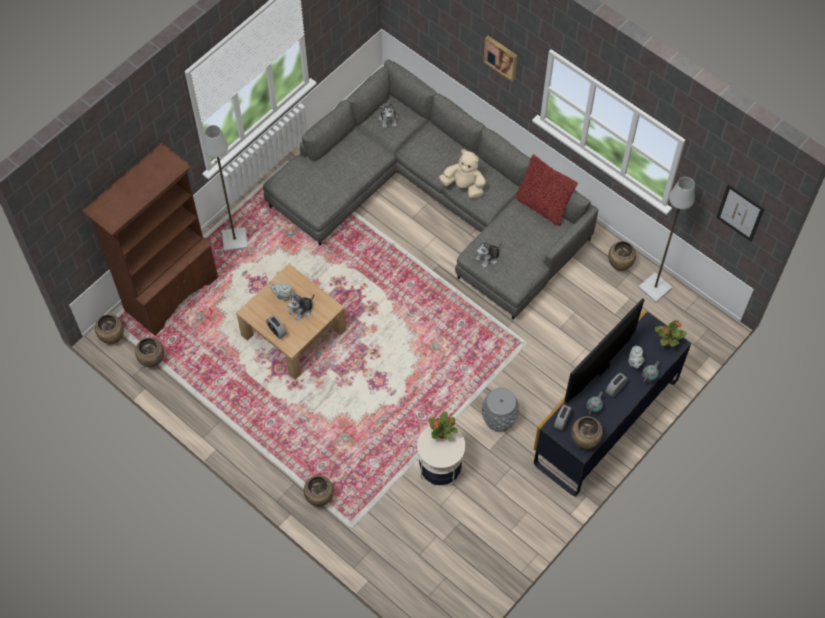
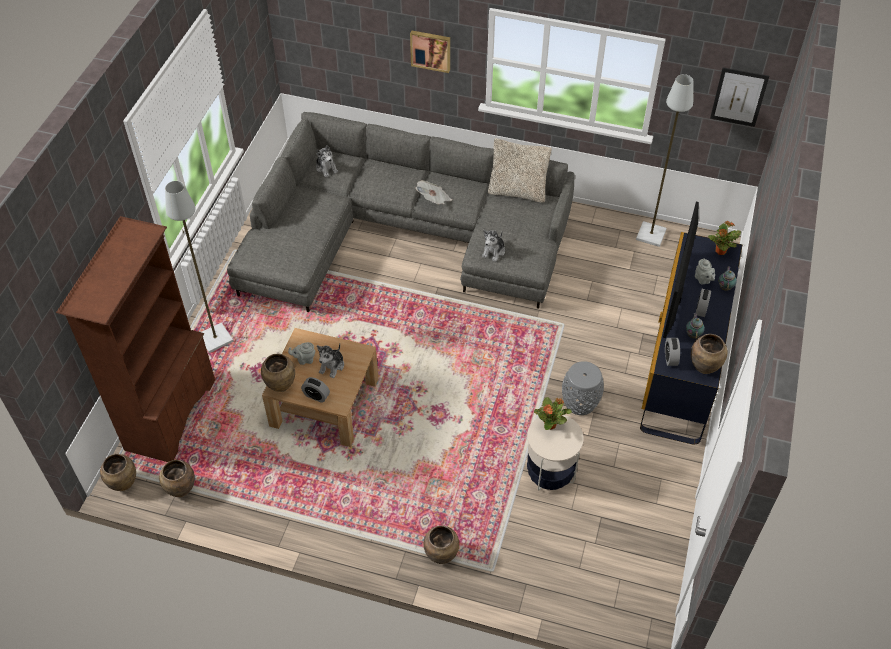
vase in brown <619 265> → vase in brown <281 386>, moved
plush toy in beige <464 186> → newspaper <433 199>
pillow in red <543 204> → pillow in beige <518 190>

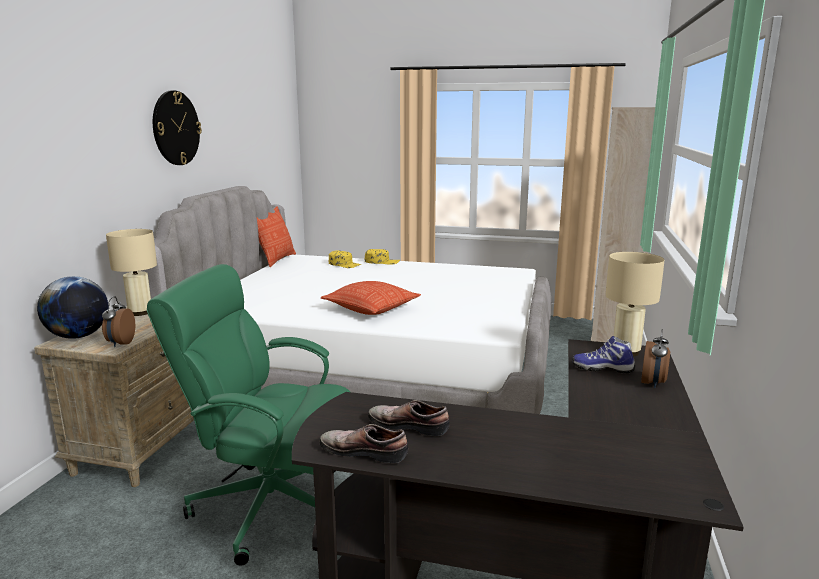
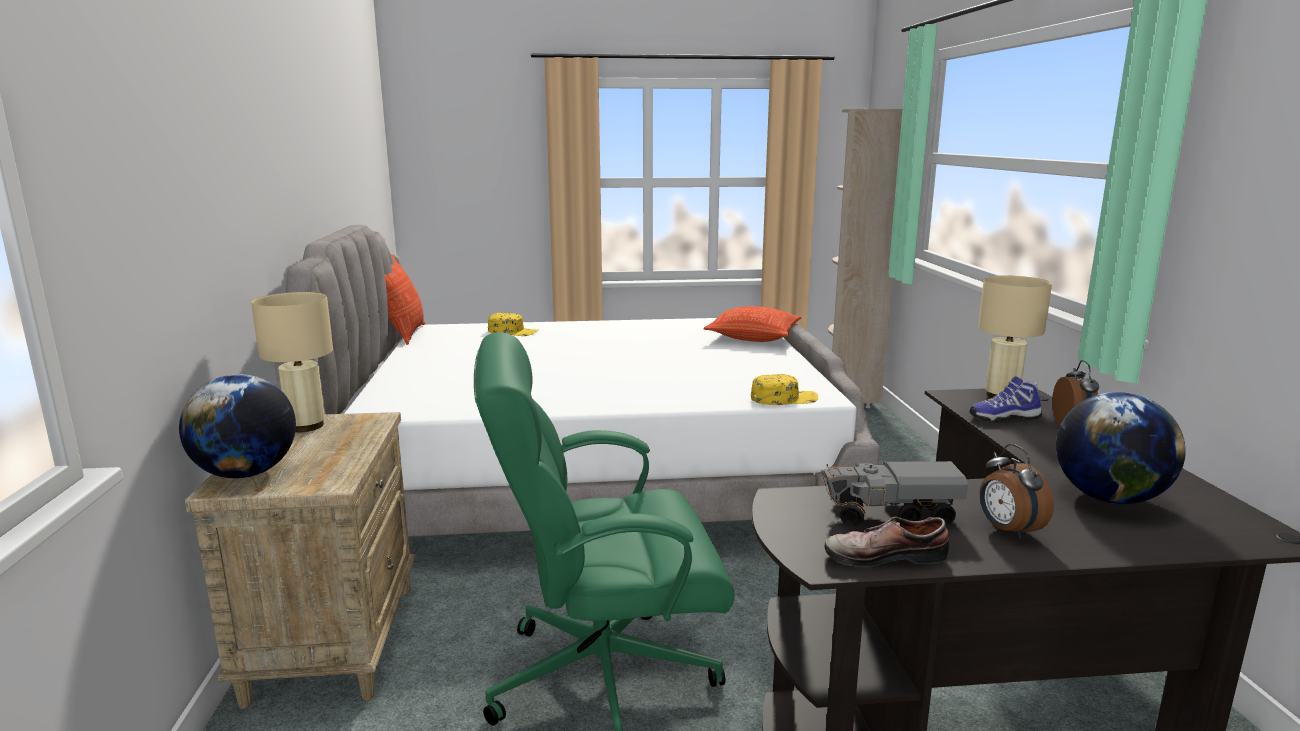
pillow in orange <371 309> → pillow in orange <754 337>, moved
cap in yellow <382 261> → cap in yellow <783 398>, moved
shoe <409 424> → toy truck <890 514>
alarm clock <120 343> → alarm clock <1007 530>, moved
- → globe <1108 498>
wall clock <176 128> → -

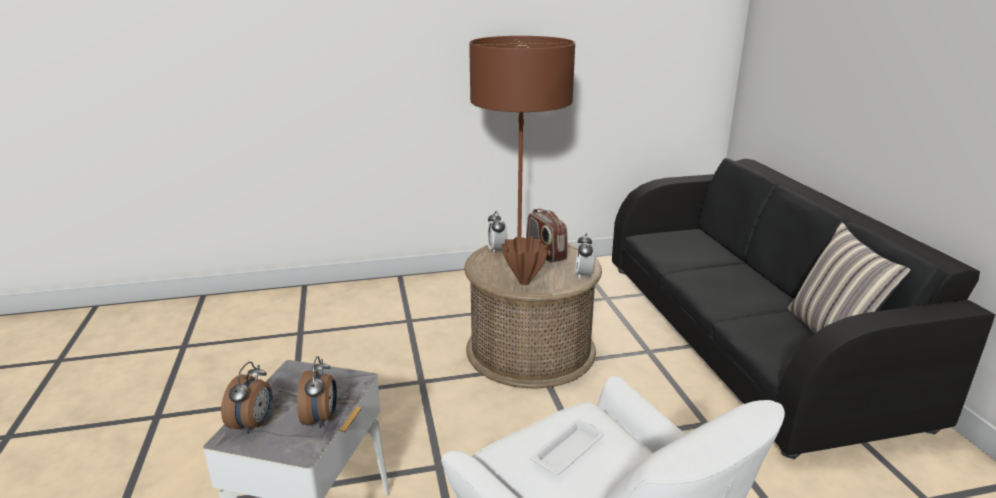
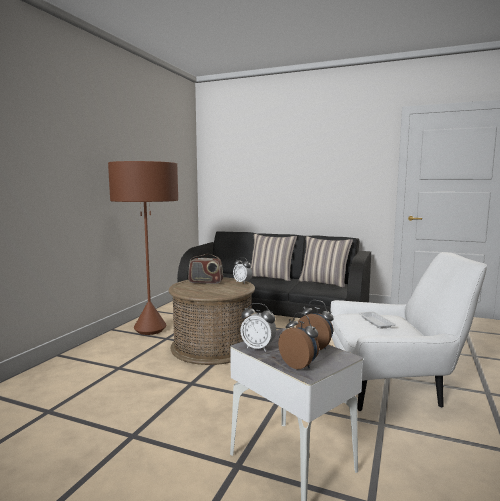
alarm clock <497 250> → alarm clock <258 348>, moved
- → pillow <271 277>
vase in brown <523 282> → -

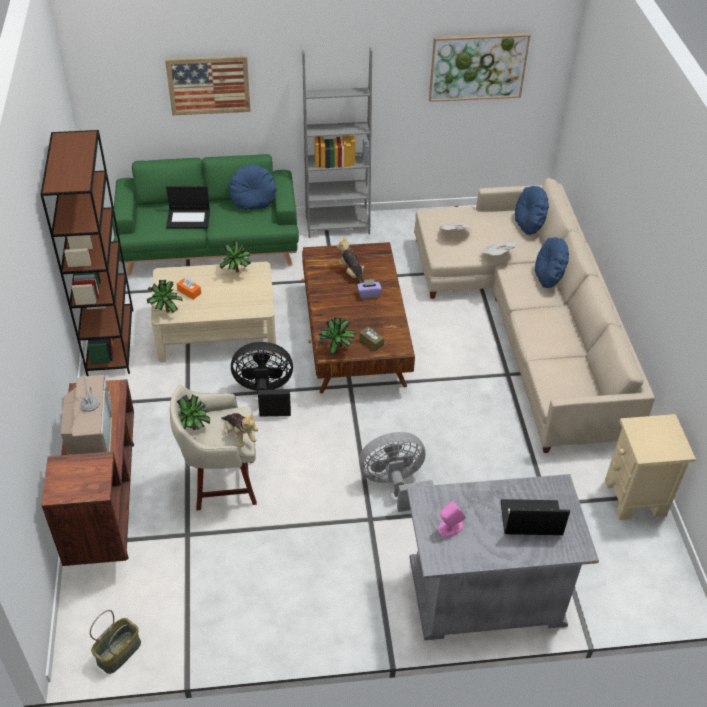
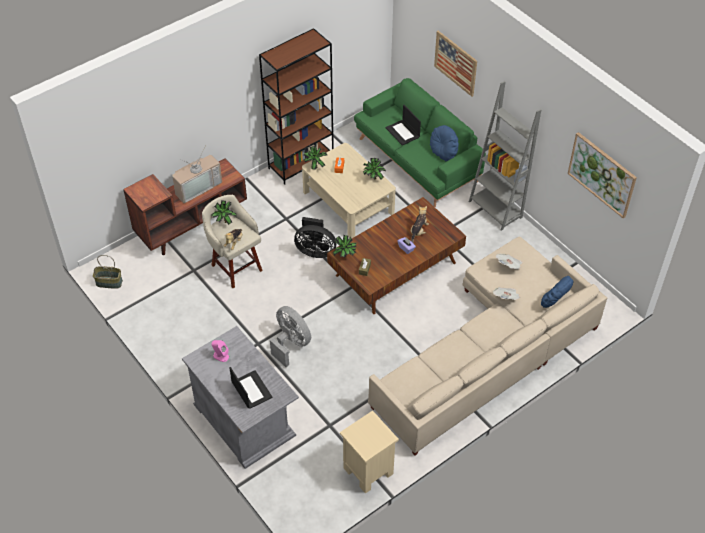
fan in black <265 393> → fan in black <315 250>, 135 degrees clockwise
pillow in blue <548 279> → -

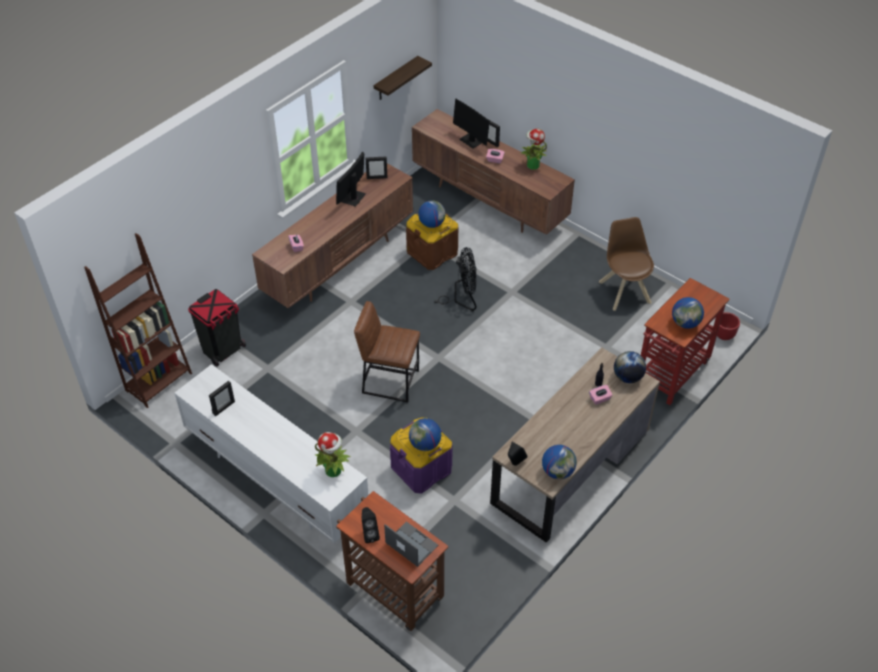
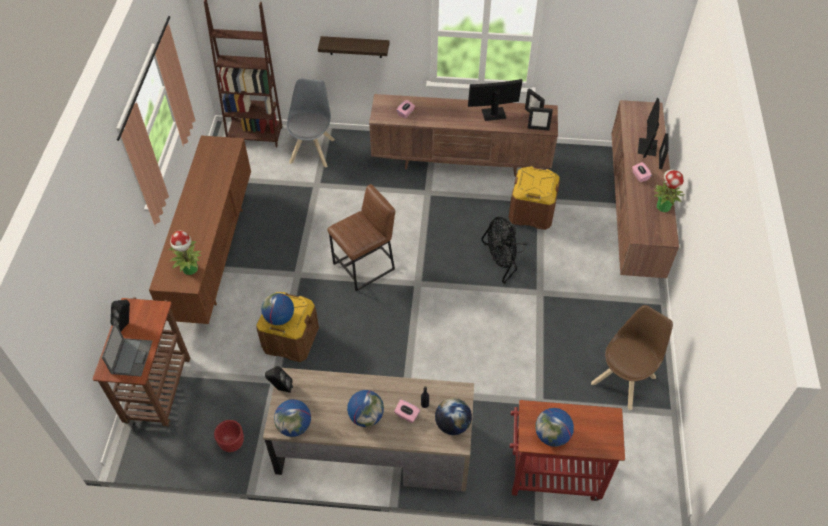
cabinet in white <275 481> → cabinet in brown <213 254>
planter in red <723 335> → planter in red <232 443>, moved
storage box in purple <421 469> → storage box in brown <290 339>
trash can in black <223 350> → chair in grey <312 150>
shelf <396 79> → shelf <355 47>, moved
chair in brown <389 381> → chair in brown <364 266>, 75 degrees clockwise
globe <431 224> → globe <366 416>, moved
fan in black <462 294> → fan in black <503 259>, 105 degrees clockwise
picture frame <223 407> → picture frame <538 128>, moved

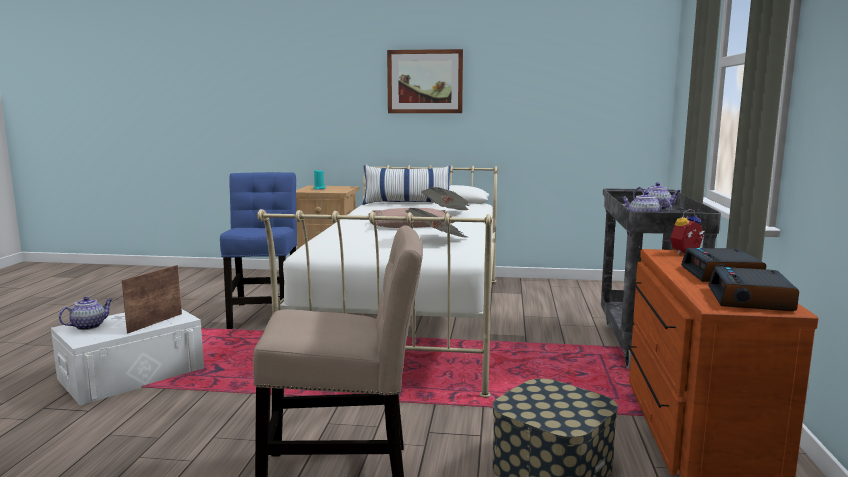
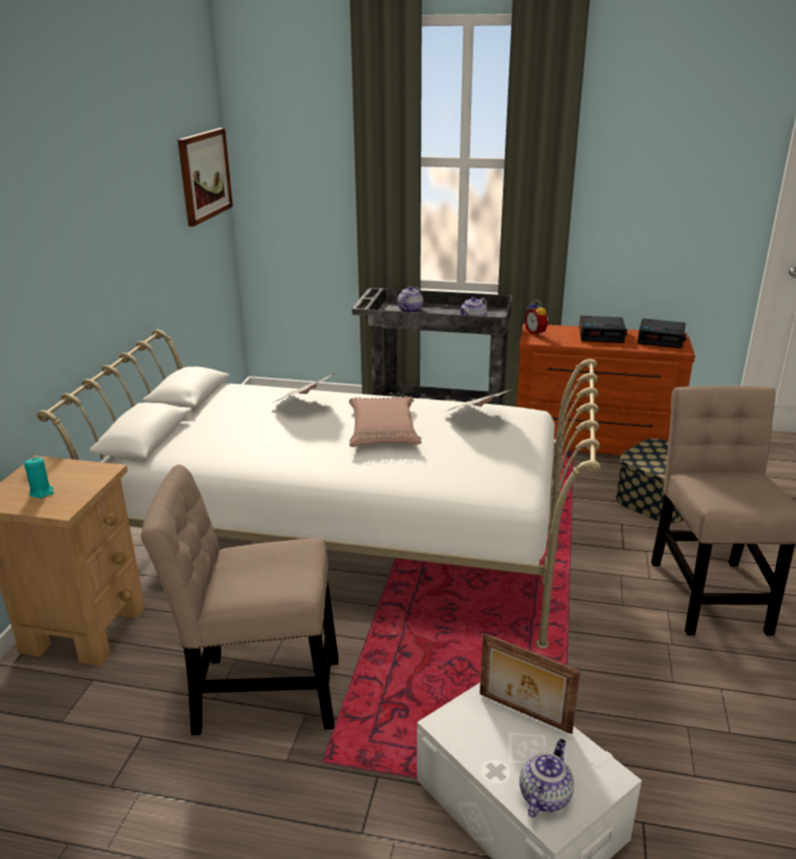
chair in blue <264 313> → chair in beige <259 693>
picture <425 81> → picture <204 175>, moved
teapot <89 326> → teapot <544 795>, 75 degrees clockwise
pillow <407 203> → -

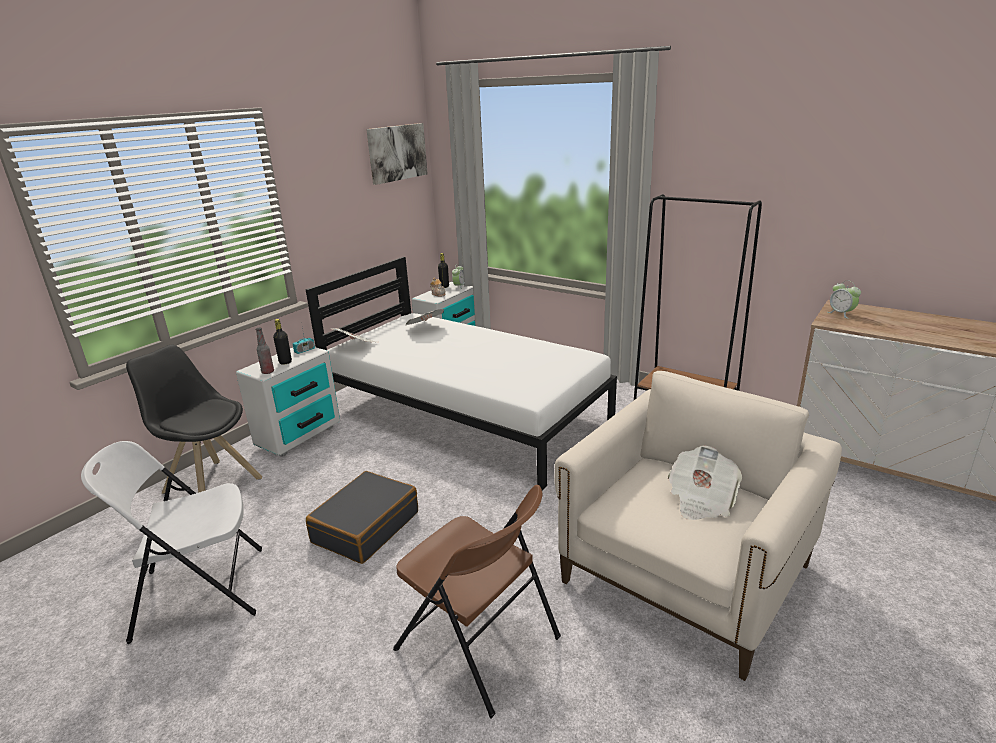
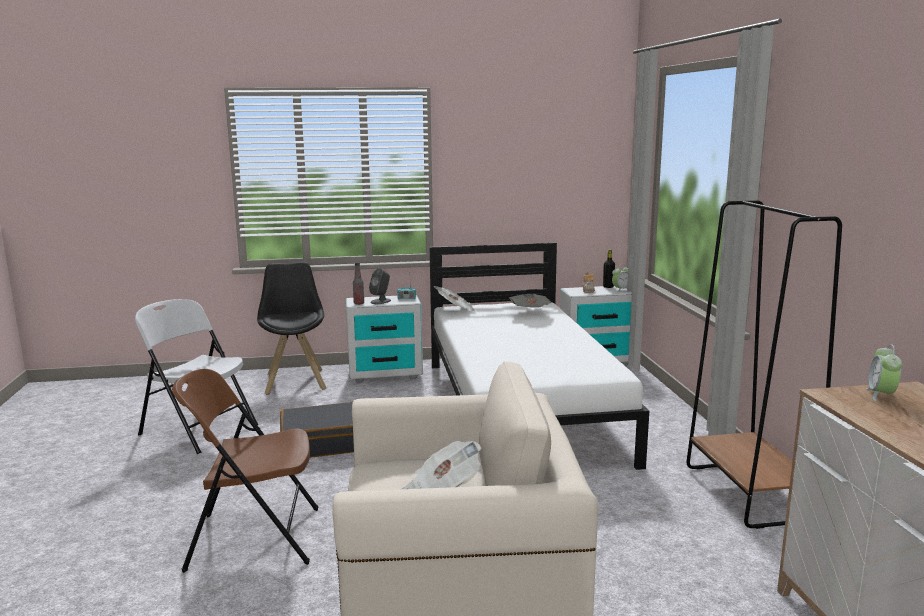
chair in brown <477 644> → chair in brown <255 537>, 90 degrees clockwise
bottle in black <285 362> → speaker in grey <381 301>
picture <397 153> → -

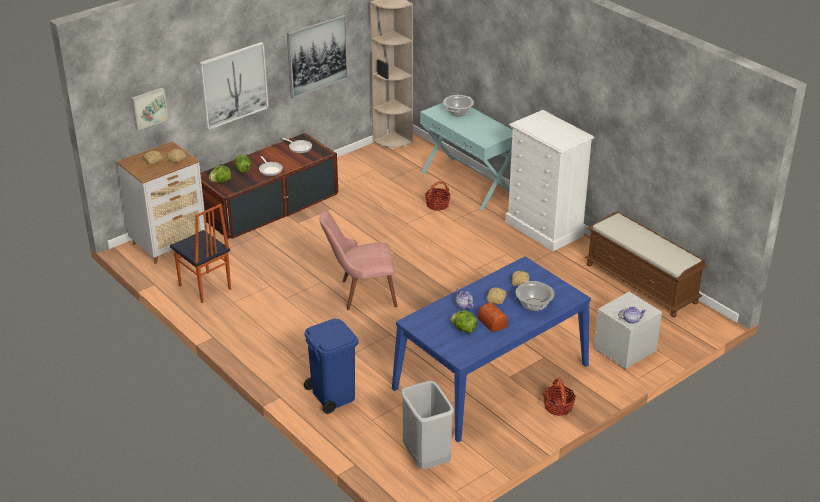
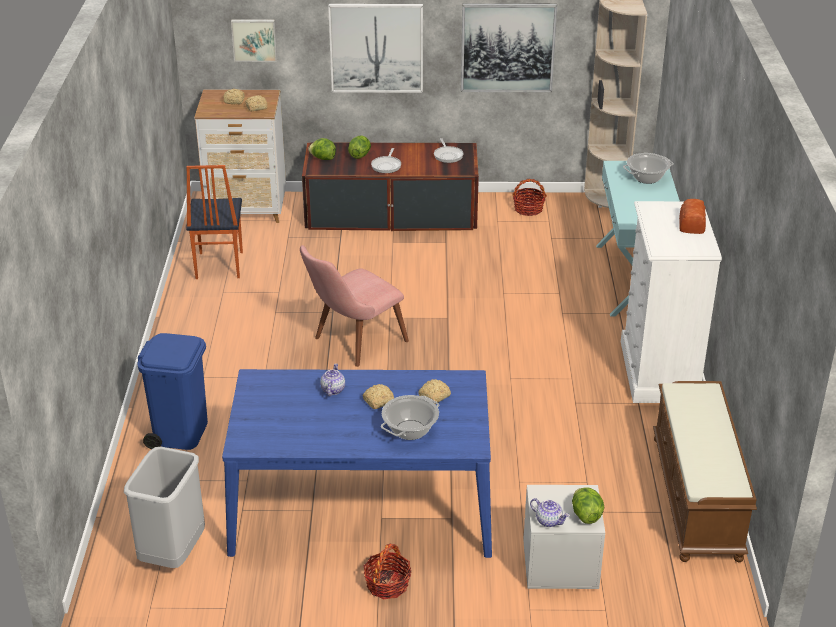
chair in pink <360 294> → chair in pink <352 344>, 75 degrees counterclockwise
basket <437 205> → basket <528 209>, moved
lettuce <463 329> → lettuce <585 515>, moved
bread <492 322> → bread <692 224>, moved

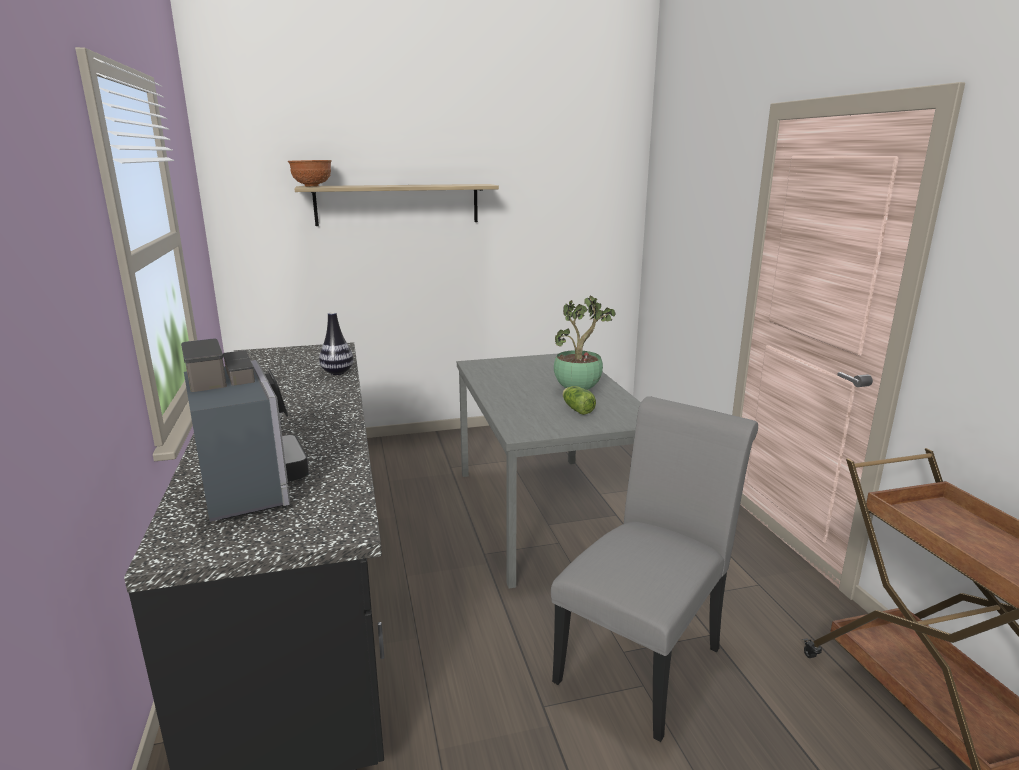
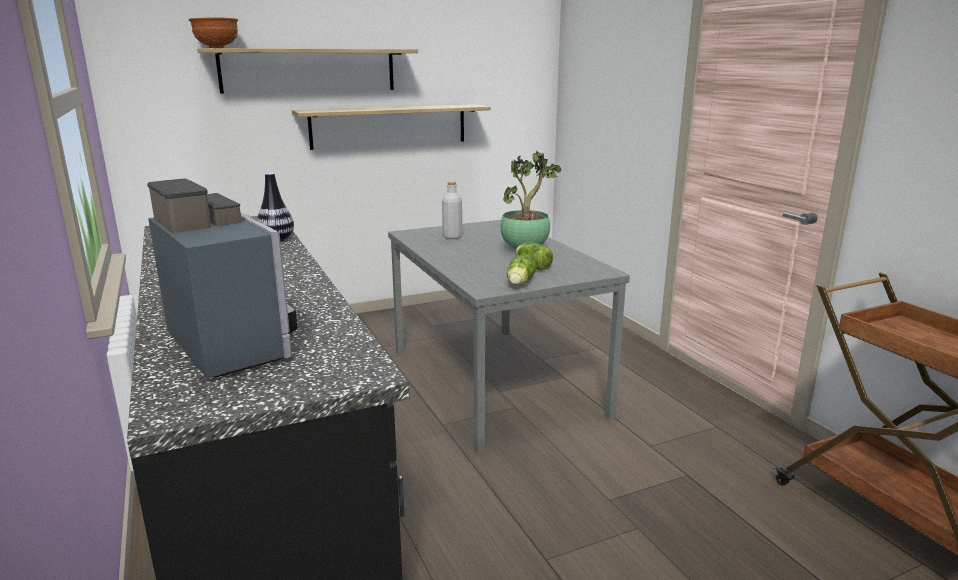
- → shelf <389 126>
- → bottle in grey <452 237>
- → lettuce <519 283>
chair in grey <645 658> → -

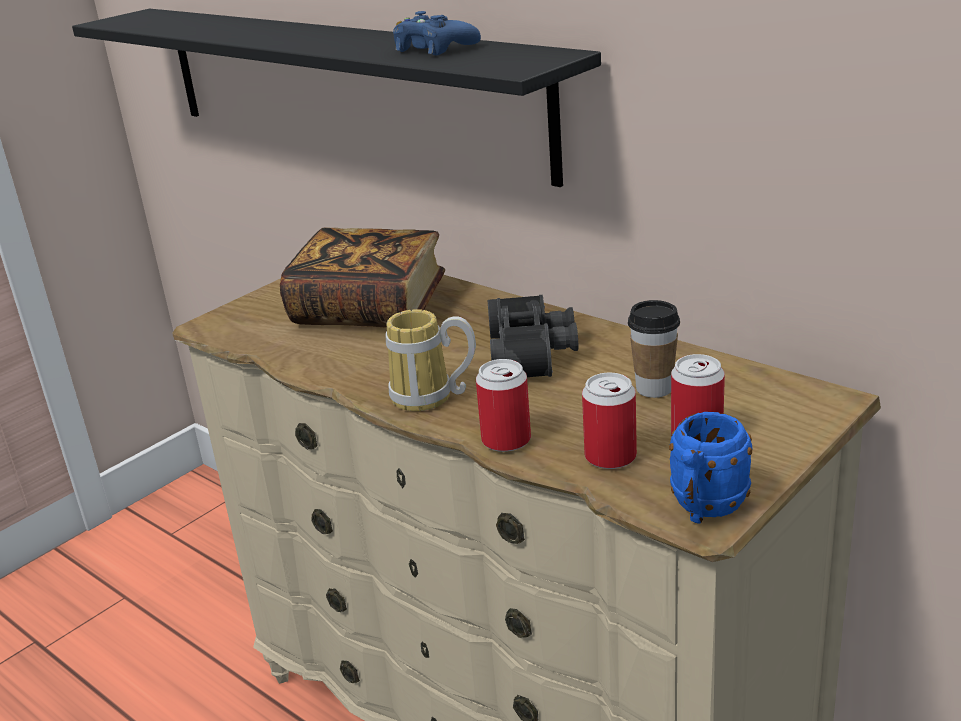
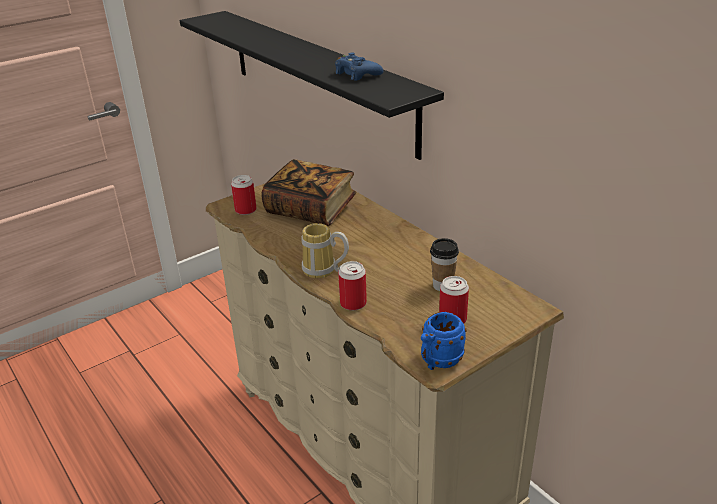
can <610 457> → can <245 210>, moved
binoculars in black <533 353> → -

